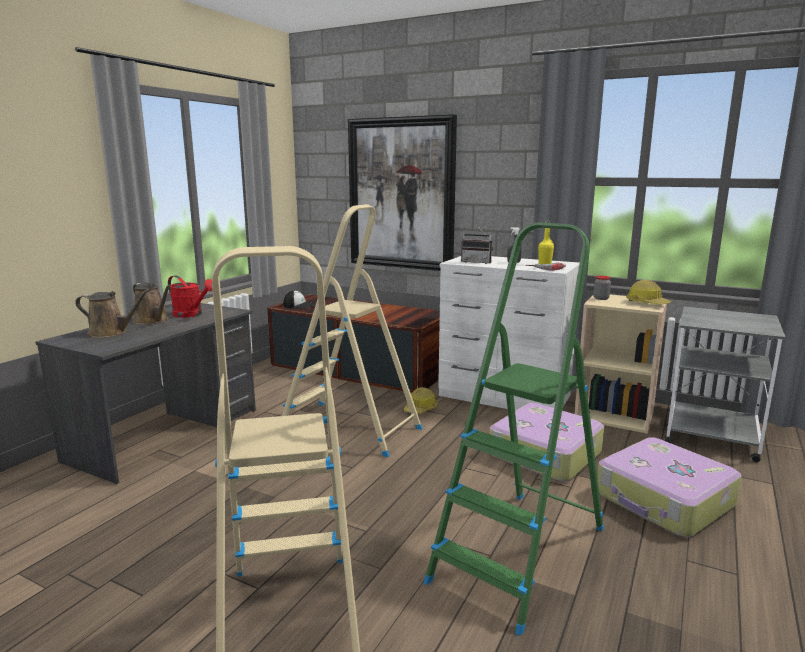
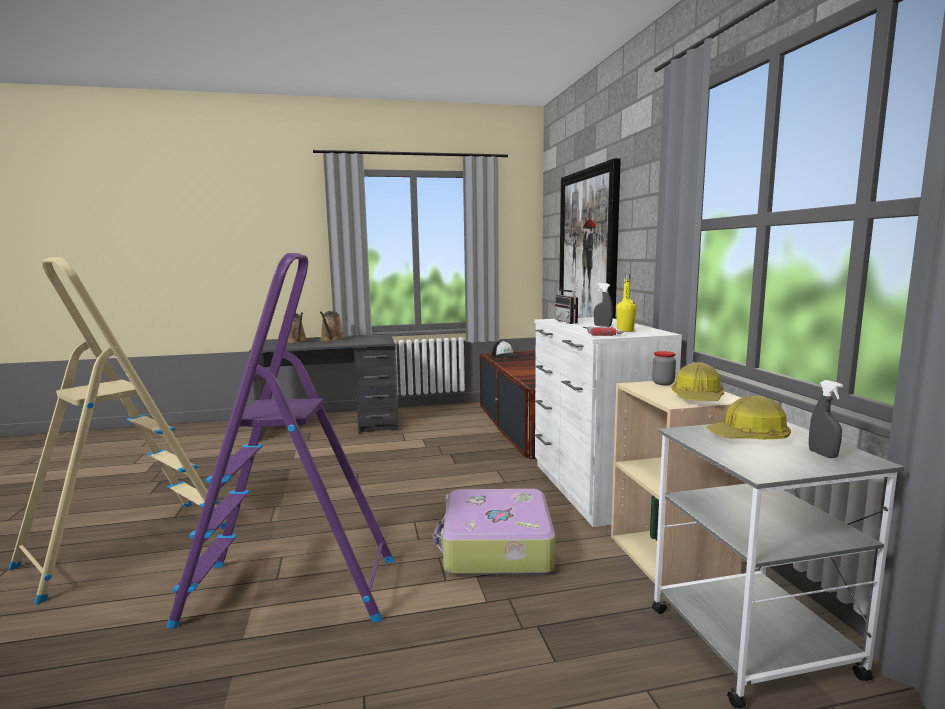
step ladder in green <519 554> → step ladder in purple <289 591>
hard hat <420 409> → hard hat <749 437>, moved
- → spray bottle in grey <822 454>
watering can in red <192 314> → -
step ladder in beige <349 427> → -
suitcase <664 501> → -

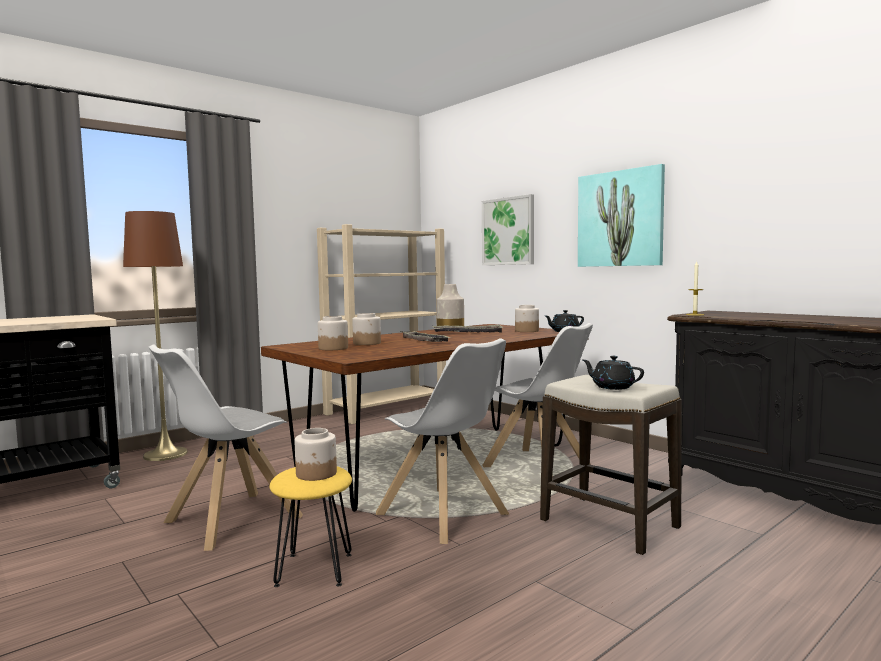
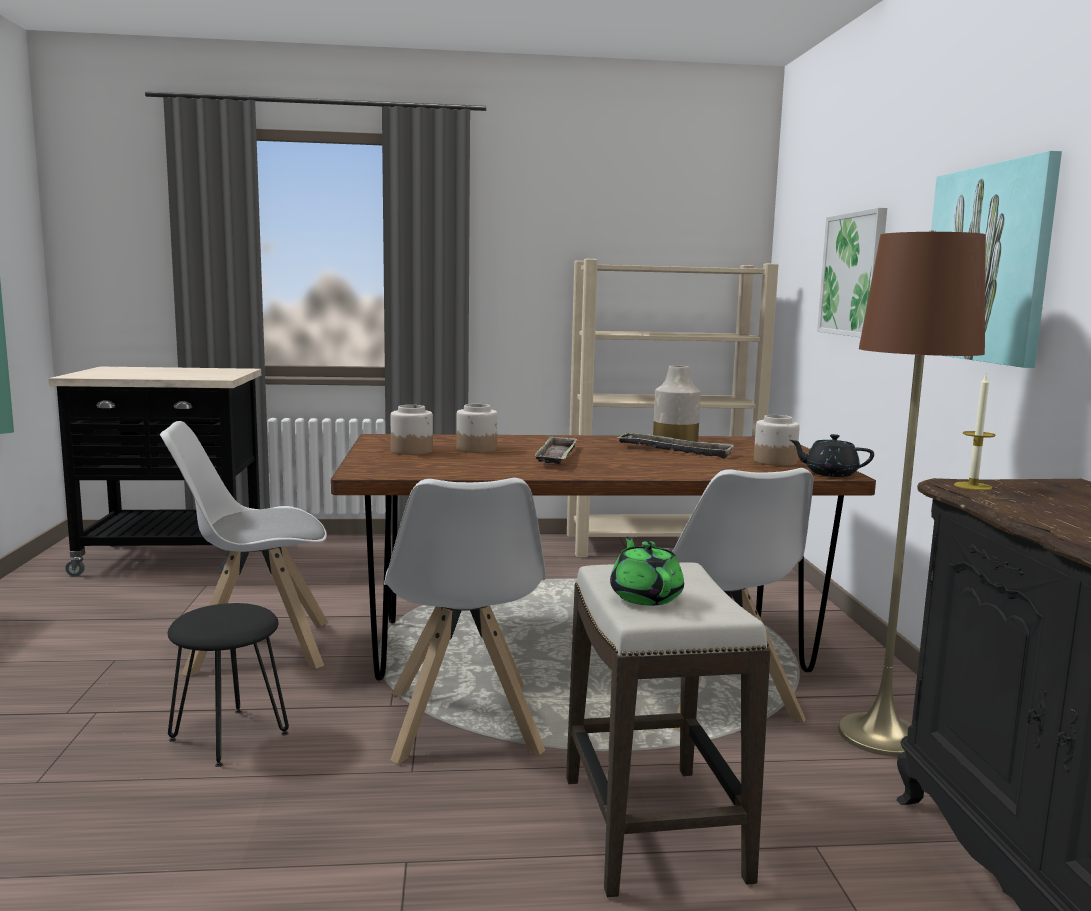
stool in yellow <313 569> → stool in black <228 736>
teapot in black <612 387> → teapot in green <645 596>
floor lamp in brown <165 454> → floor lamp in brown <881 735>, moved
jar <316 474> → -

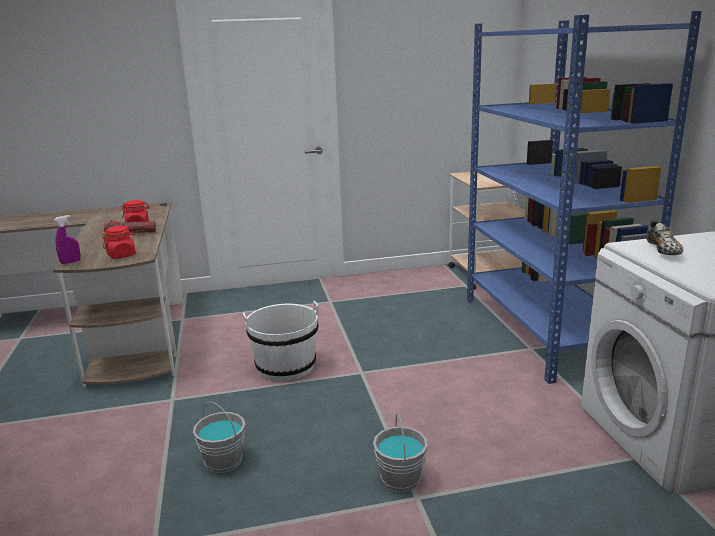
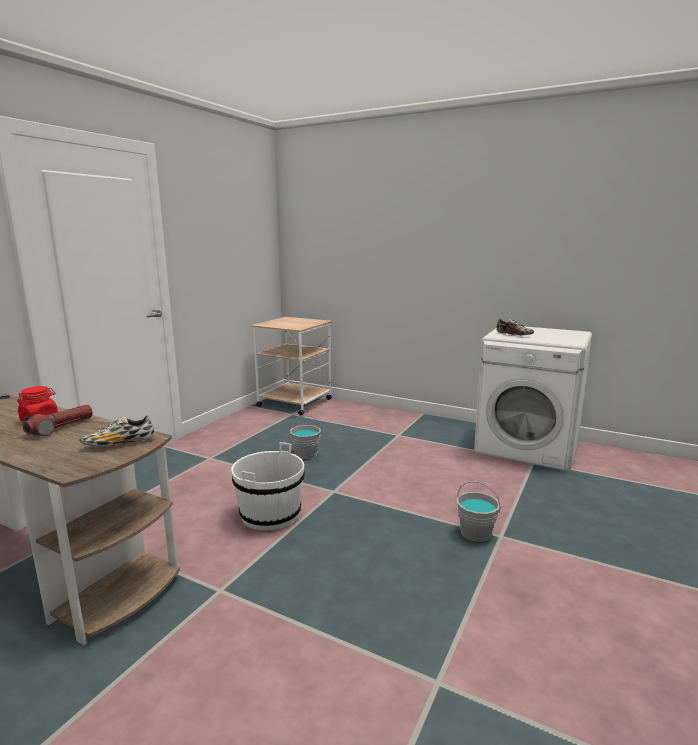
jar in red <122 255> → shoe <119 444>
bucket in grey <224 461> → bucket in grey <306 454>, moved
spray bottle in purple <71 262> → -
bookcase in blue <546 330> → -

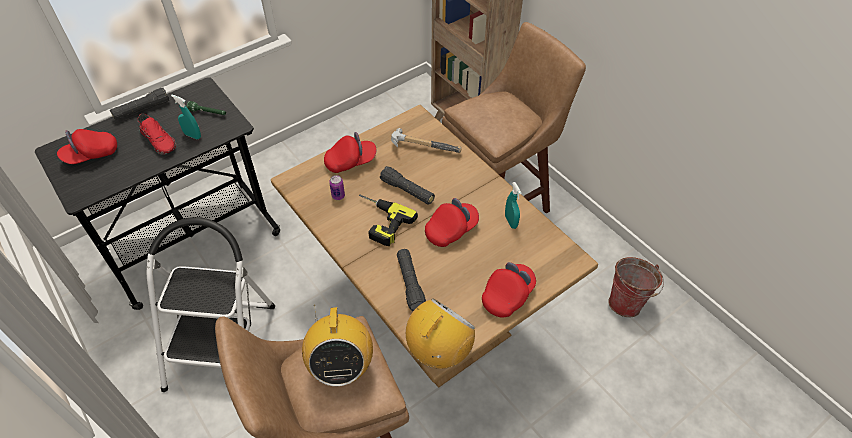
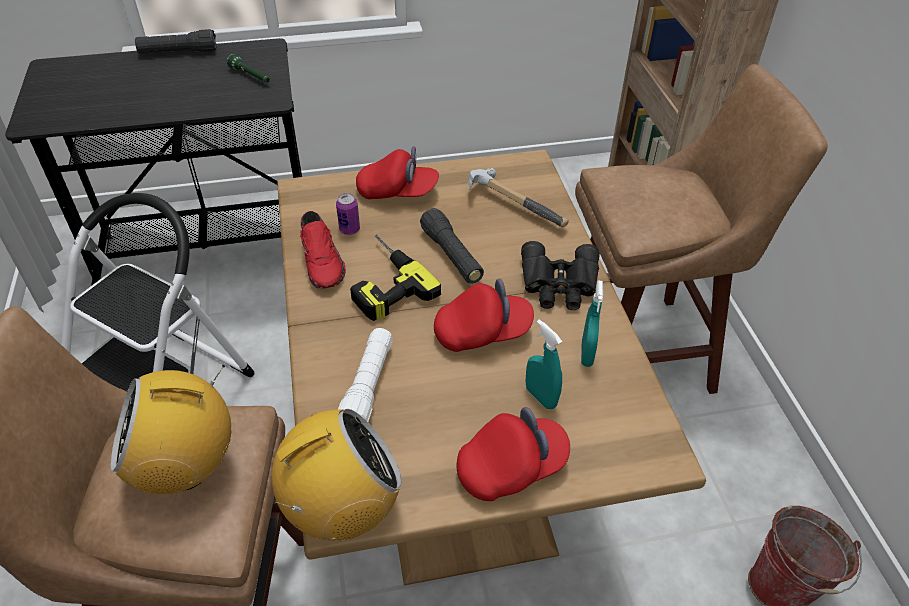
radio <341 366> → radio <185 466>, 60 degrees clockwise
shoe in red <159 140> → shoe in red <323 261>, moved
flashlight in black <410 283> → flashlight in white <368 386>
- → binoculars in black <559 284>
spray bottle in turquoise <193 135> → spray bottle in turquoise <540 397>, moved
cap in red <91 155> → -

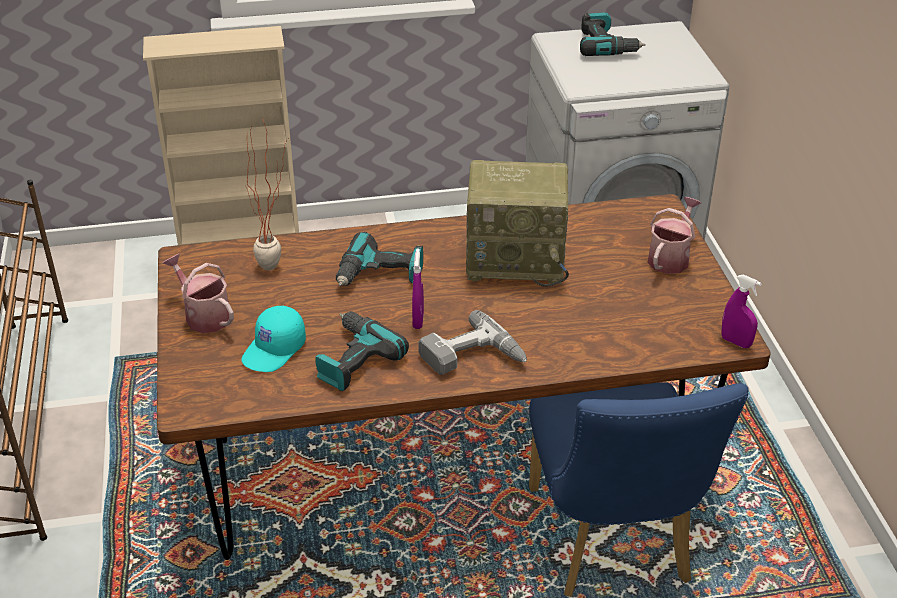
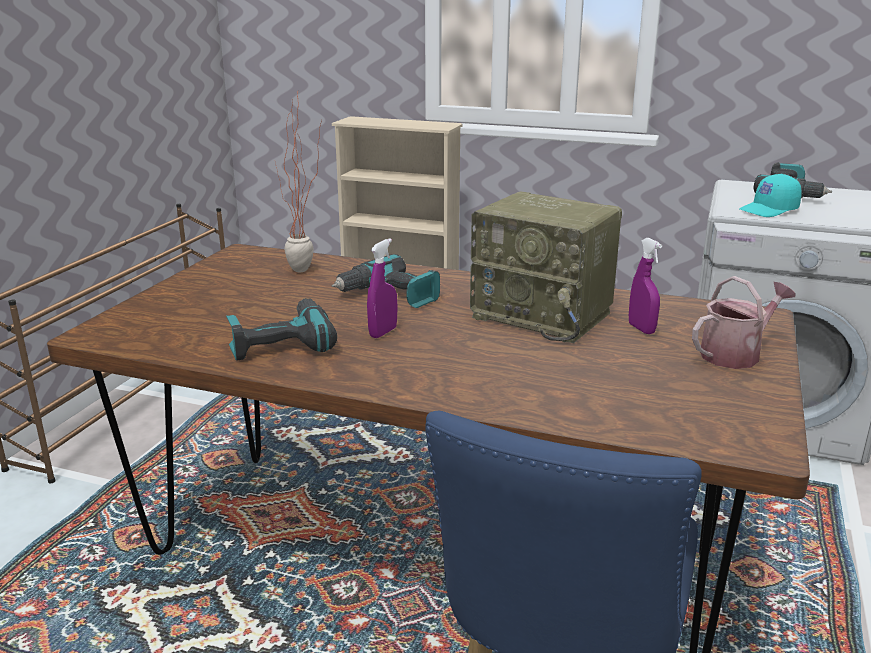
spray bottle in purple <736 342> → spray bottle in purple <641 329>, moved
cap in turquoise <275 350> → cap in turquoise <769 210>, moved
watering can <204 315> → -
power drill <473 358> → -

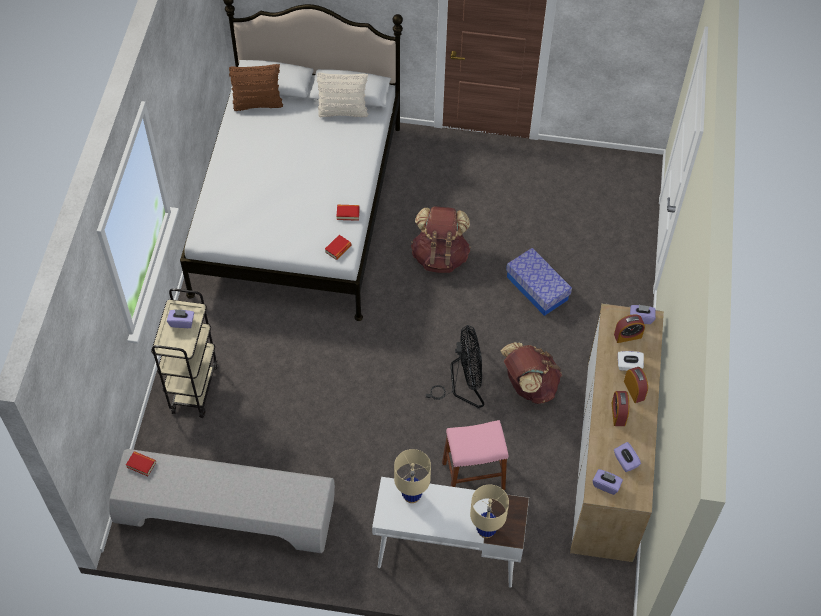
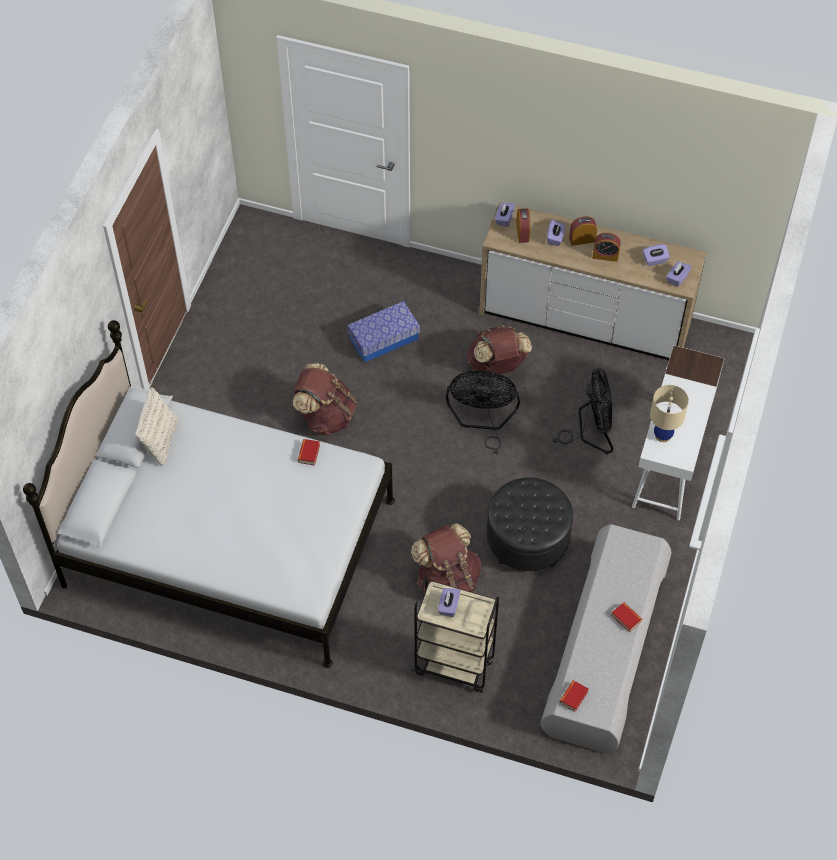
- → backpack in brown <447 579>
- → ottoman in black <527 541>
tissue box in white <629 365> → tissue box in purple <555 238>
stool in pink <473 475> → fan in black <590 427>
book <338 249> → book <626 618>, moved
pillow in brown <258 103> → -
table lamp in beige <486 530> → -

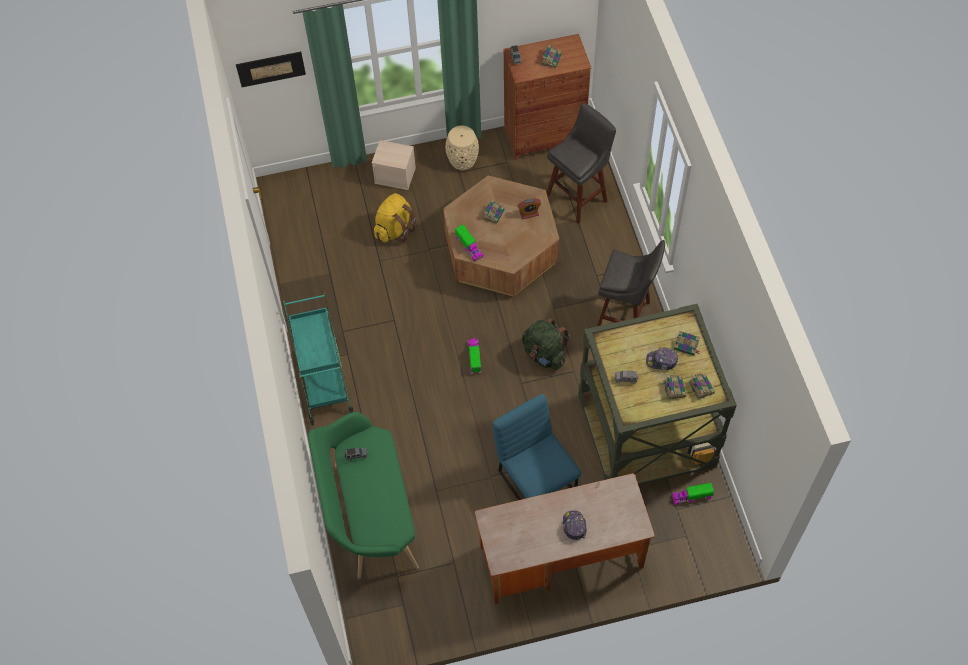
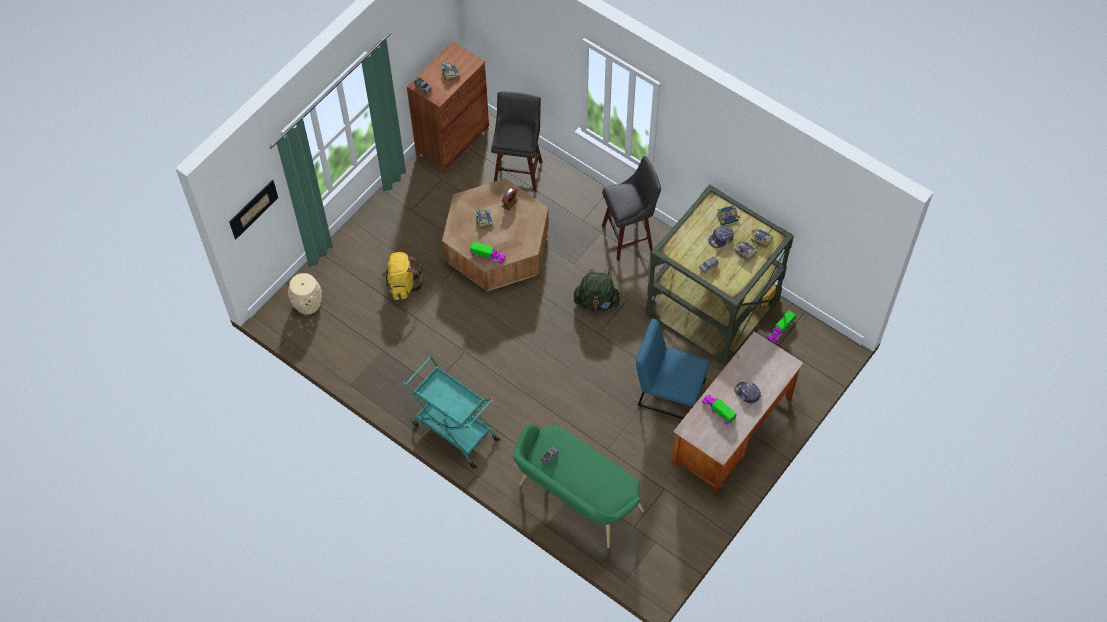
stool in beige <462 160> → stool in beige <308 304>, moved
toy truck <474 358> → toy truck <718 411>, moved
storage box in beige <395 175> → -

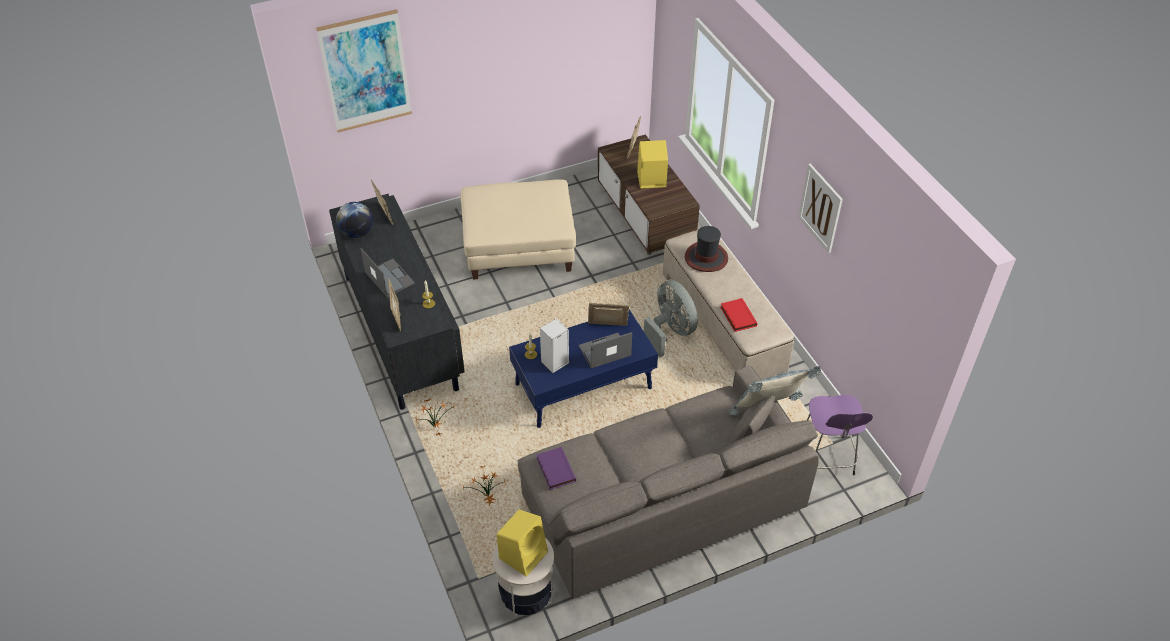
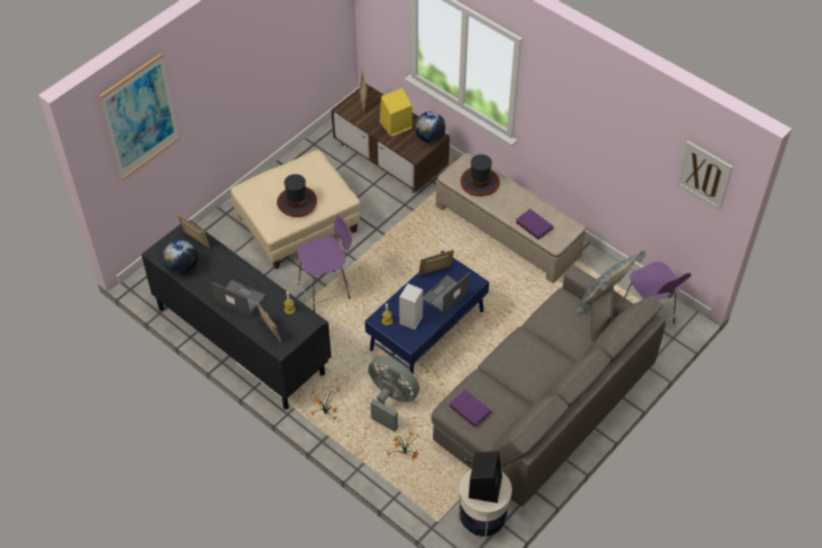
- → hat <296 202>
- → stool in purple <326 291>
fan in grey <670 332> → fan in grey <391 401>, moved
- → globe <430 137>
speaker in yellow <524 554> → speaker in black <485 486>
book in red <737 316> → book in purple <533 226>
picture <820 208> → picture <704 175>, moved

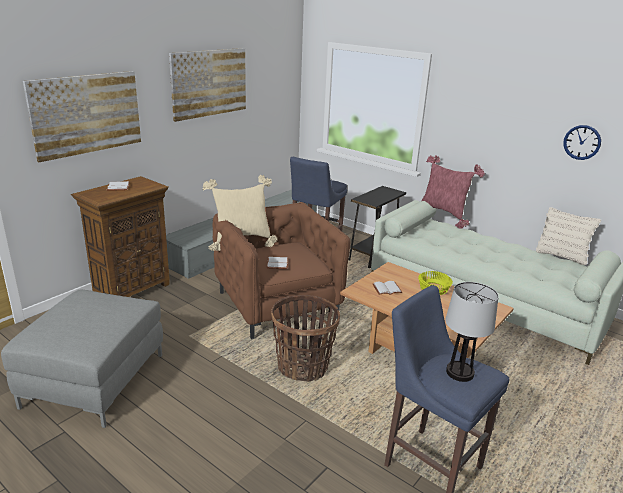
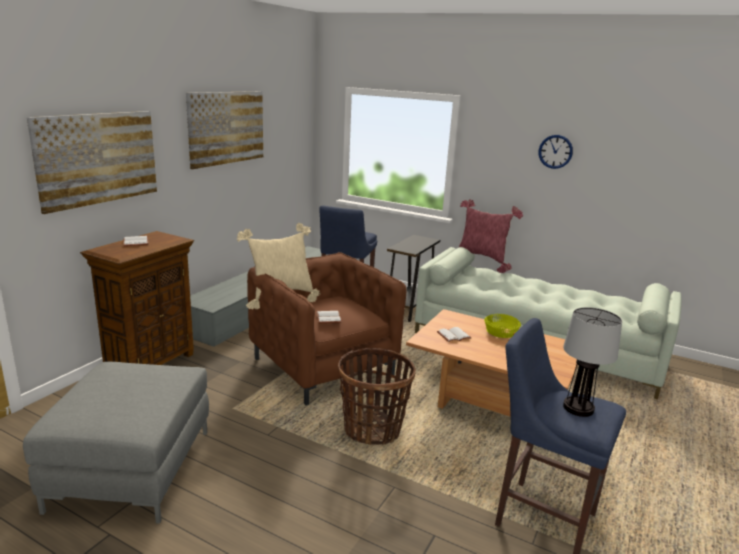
wall clock <582 142> → wall clock <555 151>, moved
pillow in beige <561 256> → -

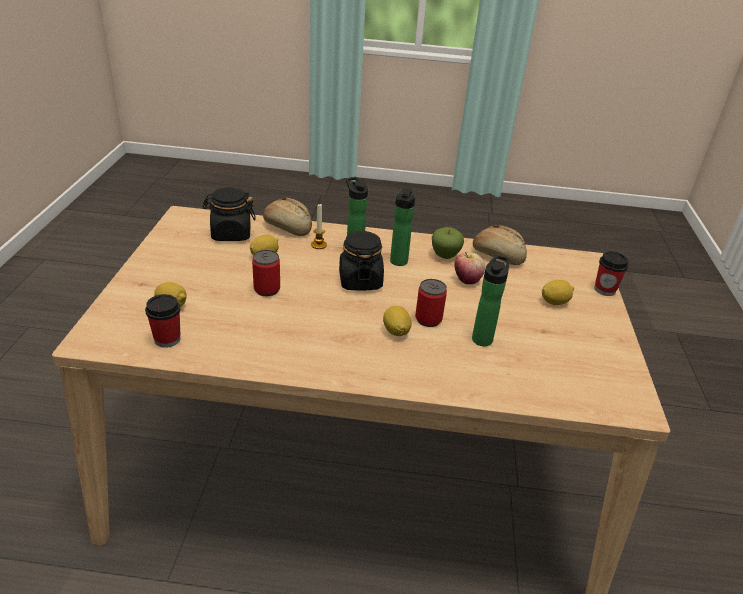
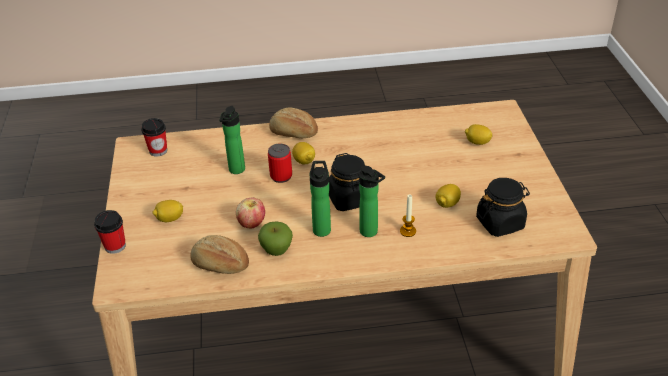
cup <167 339> → cup <158 151>, moved
bread <288 227> → bread <293 133>, moved
can <267 289> → -

